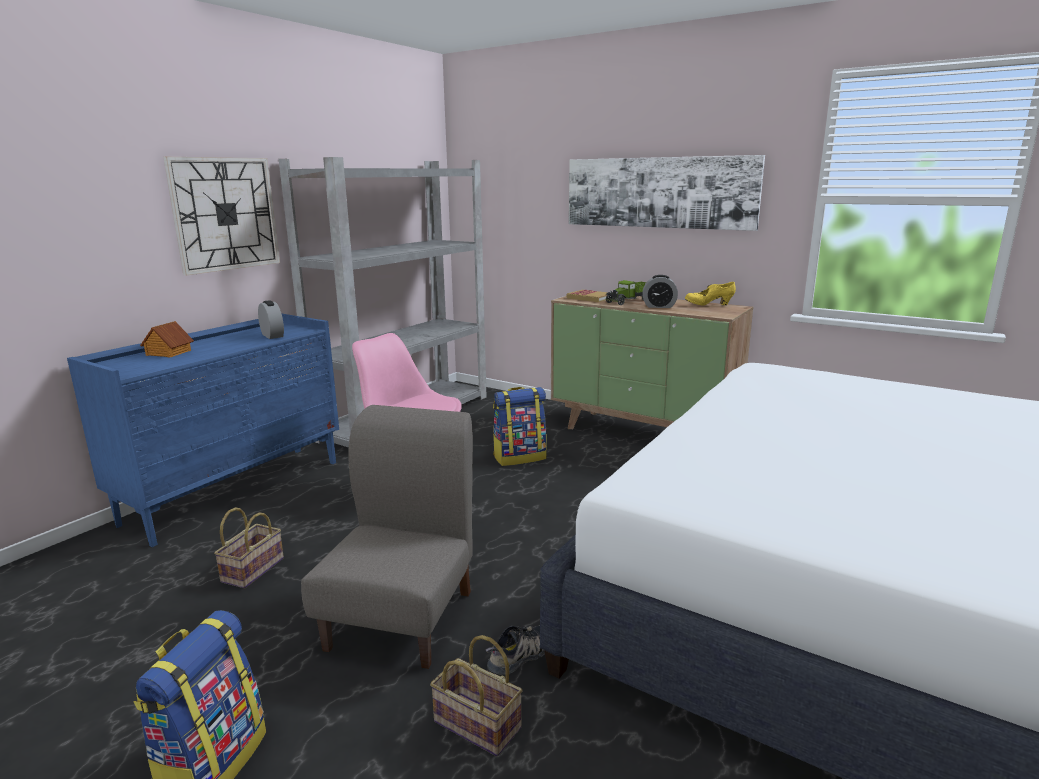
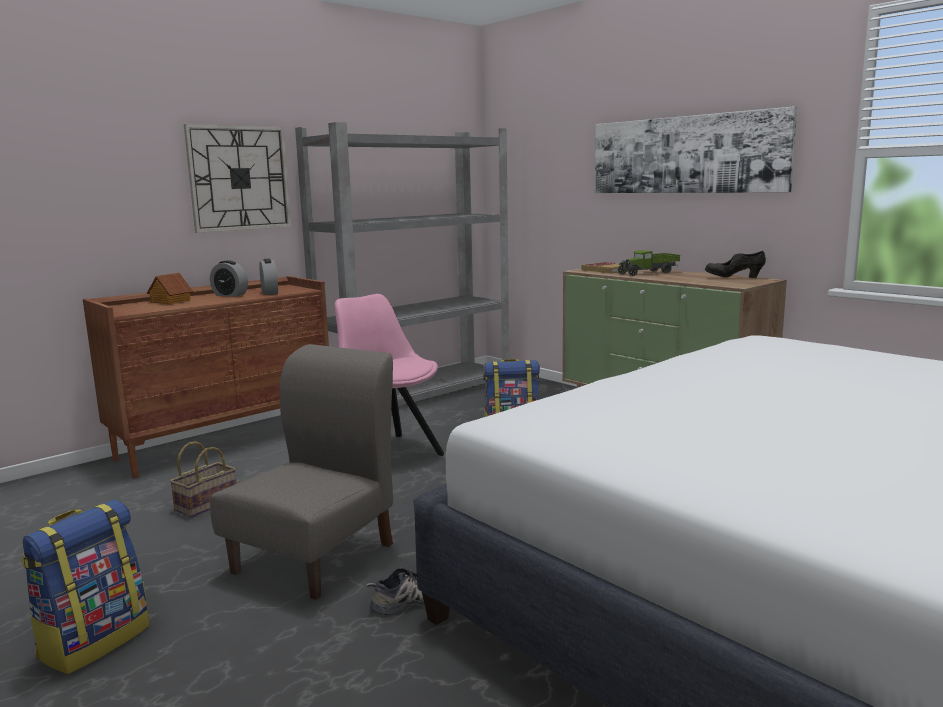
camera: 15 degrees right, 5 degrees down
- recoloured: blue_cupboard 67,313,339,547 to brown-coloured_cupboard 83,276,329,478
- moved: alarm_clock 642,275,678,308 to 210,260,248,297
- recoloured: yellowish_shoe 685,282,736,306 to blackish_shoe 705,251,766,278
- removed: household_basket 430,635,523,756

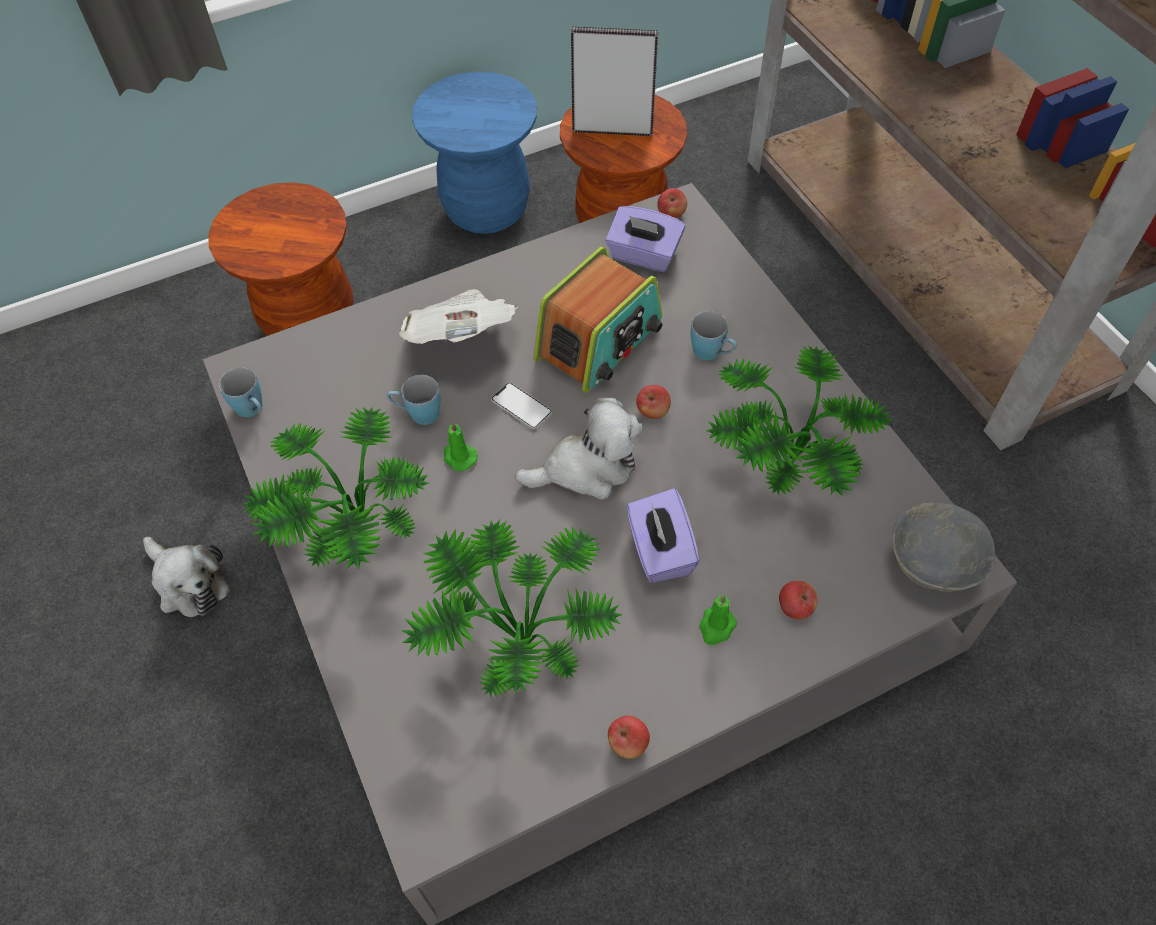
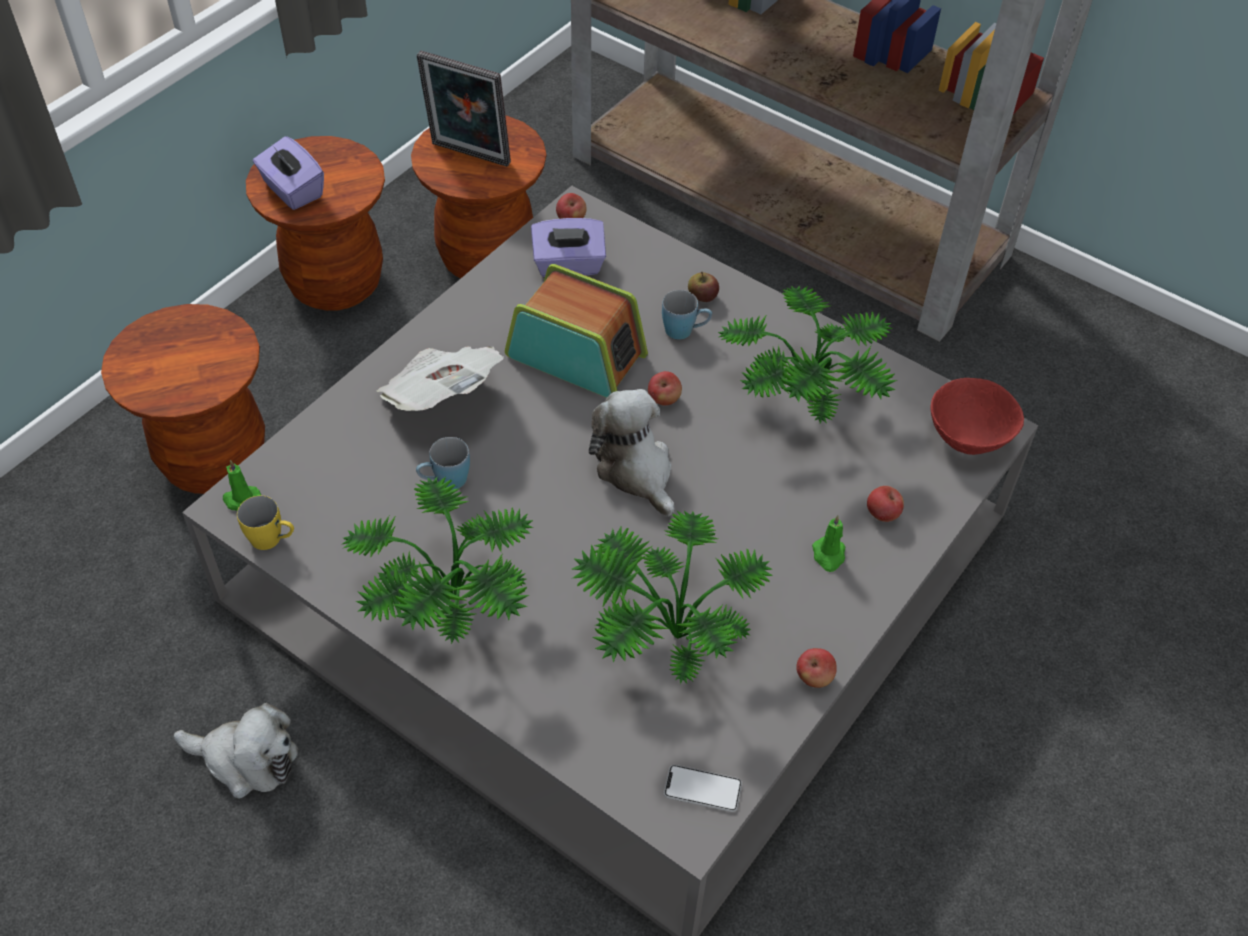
camera: 30 degrees left, 5 degrees down
- moved: green-coloured_wax_candle 444,422,478,471 to 223,460,261,511
- recoloured: blue_mug 219,367,263,417 to yellowish_mug 237,496,294,550
- recoloured: blue_stool_seat 412,71,537,234 to brown-coloured_stool_seat 246,136,385,311
- moved: purple_tissue_holder 627,488,700,583 to 253,136,324,210
- turned: photo_frame 571,26,658,136 = 417,50,511,167 135 degrees counterclockwise
- turned: radio_receiver 534,247,663,393 = 505,264,648,397 75 degrees counterclockwise
- turned: cuddly_toy 515,398,643,499 = 589,389,674,517 75 degrees counterclockwise
- moved: phone 491,382,552,429 to 664,765,742,812
- added: whole_apple 688,272,719,302
- recoloured: greyish_deep_dish 893,501,996,592 to red-coloured_deep_dish 931,378,1024,455

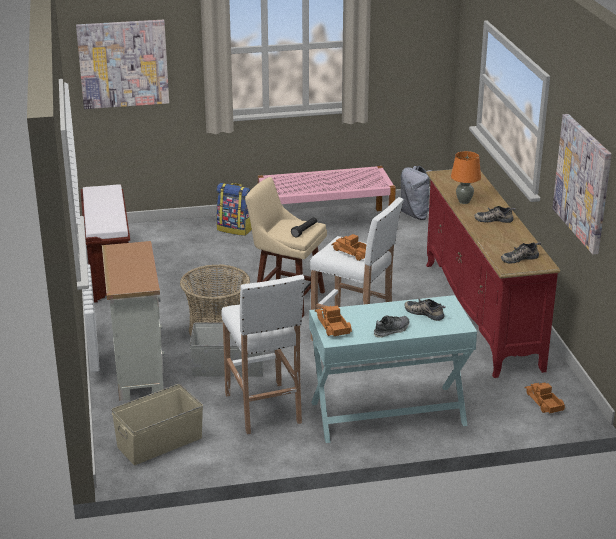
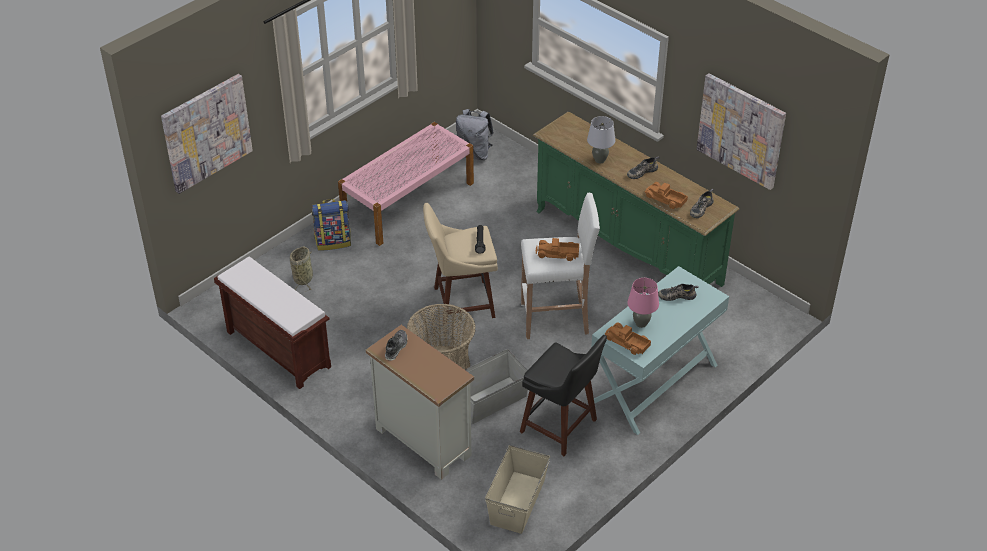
camera: 35 degrees left, 15 degrees up
- added: household_basket 290,246,313,292
- moved: shoe 374,315,409,338 to 385,330,407,361
- replaced: white_stool_seat 221,275,305,434 to blackish_plain_chair 520,335,607,456
- recoloured: red-coloured_cupboard 426,169,560,378 to green-coloured_cupboard 533,112,739,287
- recoloured: orange-coloured_lamp_for_a_table 451,151,481,204 to greyish_lamp_for_a_table 587,116,616,163
- added: pink_lamp_for_a_table 628,278,659,328
- moved: model_truck 524,382,565,413 to 645,182,688,209

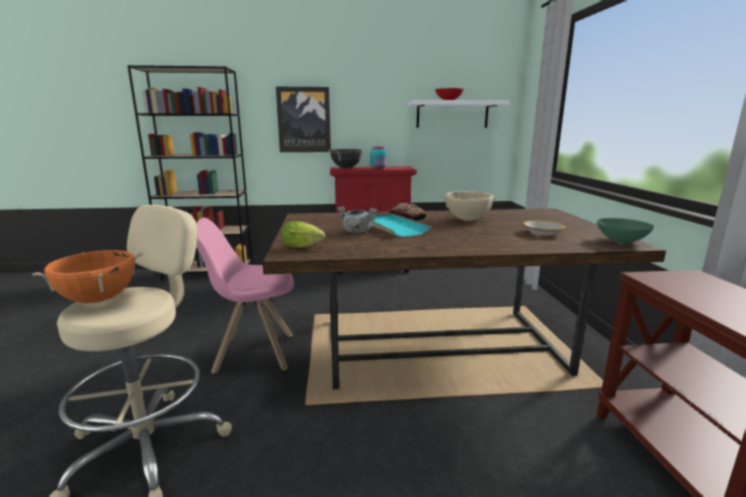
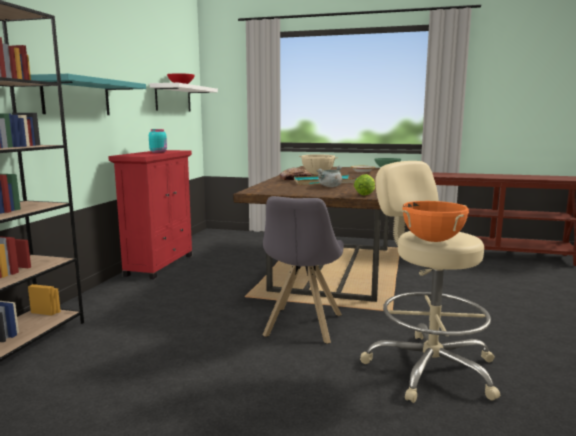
camera: 70 degrees left, 5 degrees down
- replaced: wall_picture 276,87,331,152 to turquoise_wall_shelf 31,74,146,115
- recoloured: pink_plain_chair 196,218,294,374 to greyish_plain_chair 263,196,344,344
- removed: blackish_saucepot 328,149,365,168

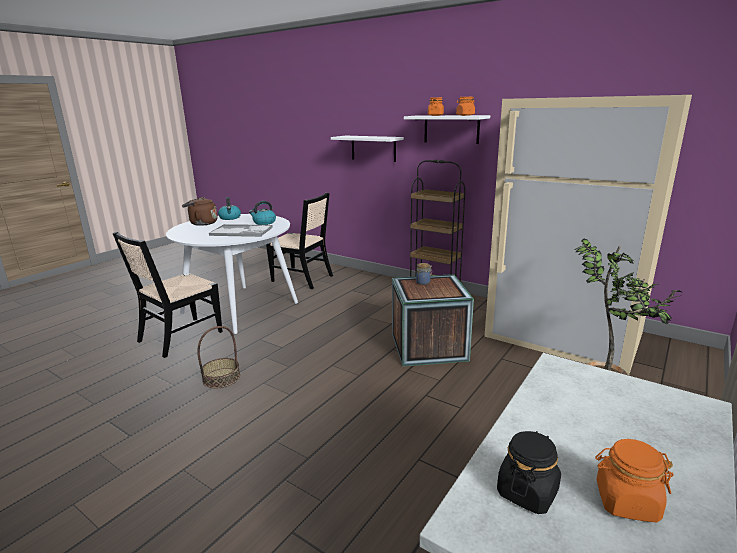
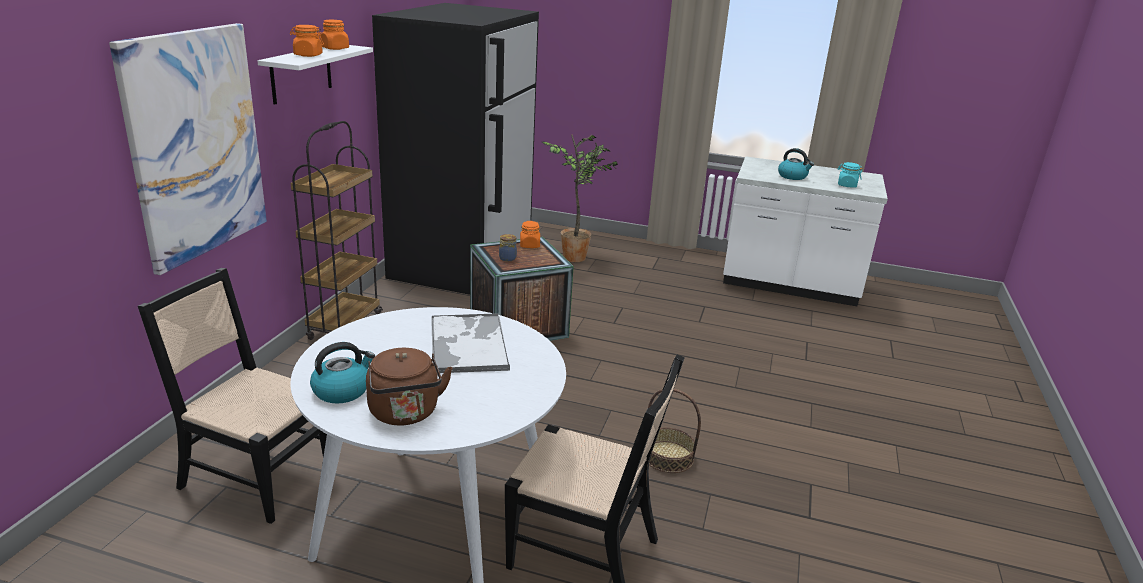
camera: 110 degrees left, 5 degrees up
- replaced: white_wall_shelf 331,136,404,162 to wall_picture 109,23,267,275
- turned: plain_chair 266,193,333,289 = 138,268,327,524 75 degrees counterclockwise
- recoloured: beige_fridge 485,95,692,375 to blackish_fridge 372,3,539,295
- moved: orange-coloured_storage_jar 595,439,674,523 to 520,221,540,248
- moved: water_kettle 249,201,276,225 to 778,148,814,180
- recoloured: blackish_storage_jar 497,431,561,514 to turquoise_storage_jar 838,162,863,188

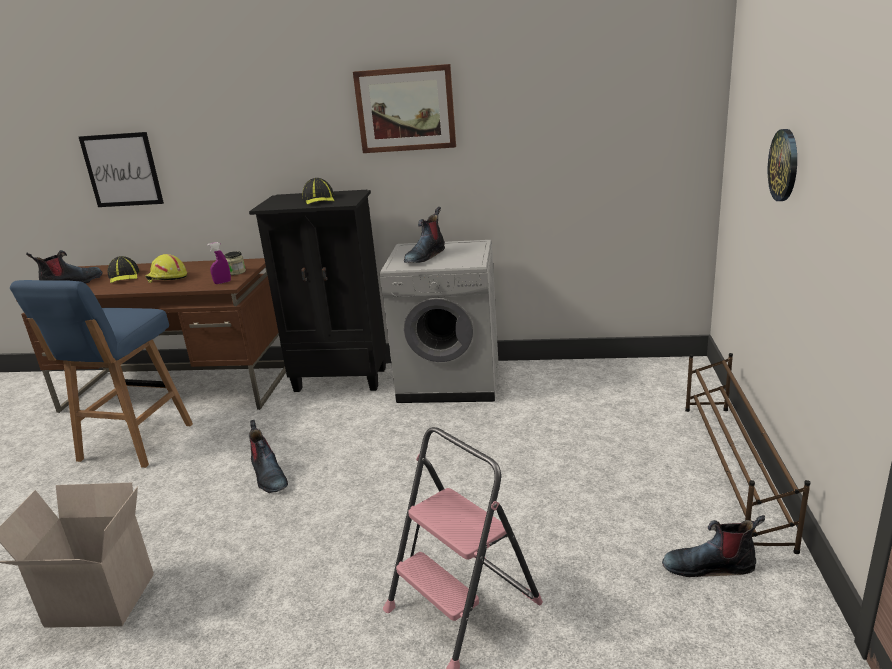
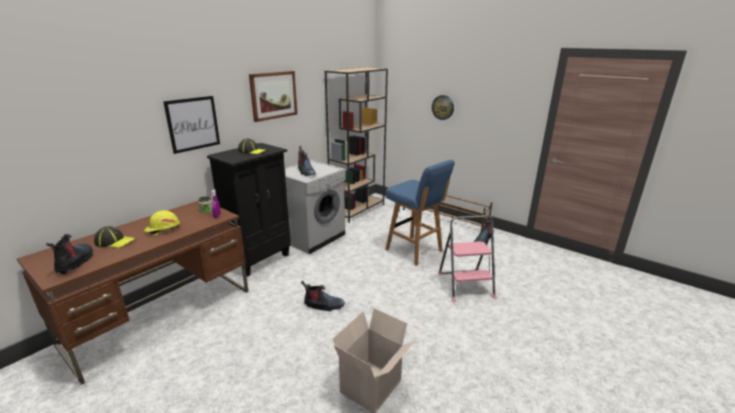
camera: 60 degrees left, 0 degrees up
- moved: wall_picture 79,132,164,207 to 163,96,220,154
- added: bookcase 325,67,388,223
- moved: blue_stool_seat 10,280,193,468 to 385,160,455,266

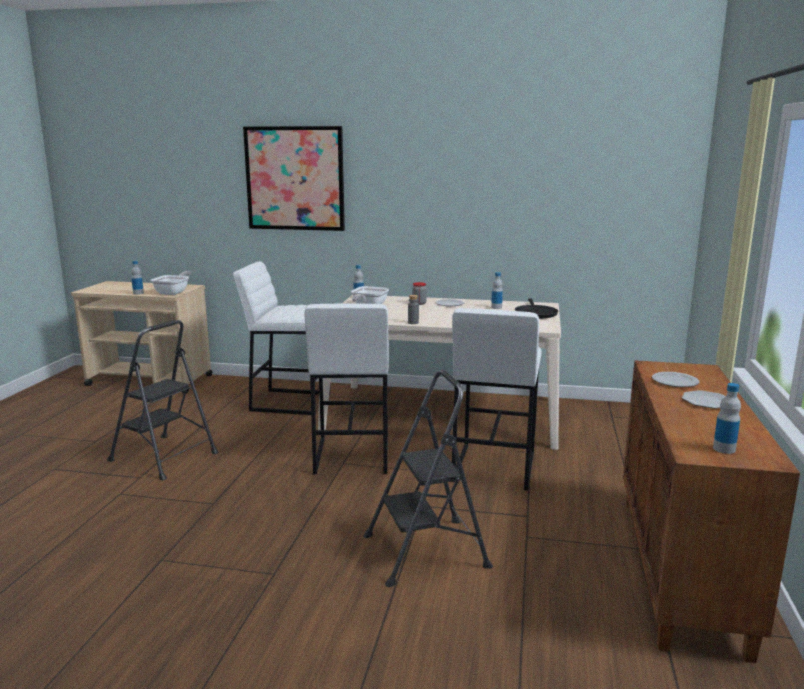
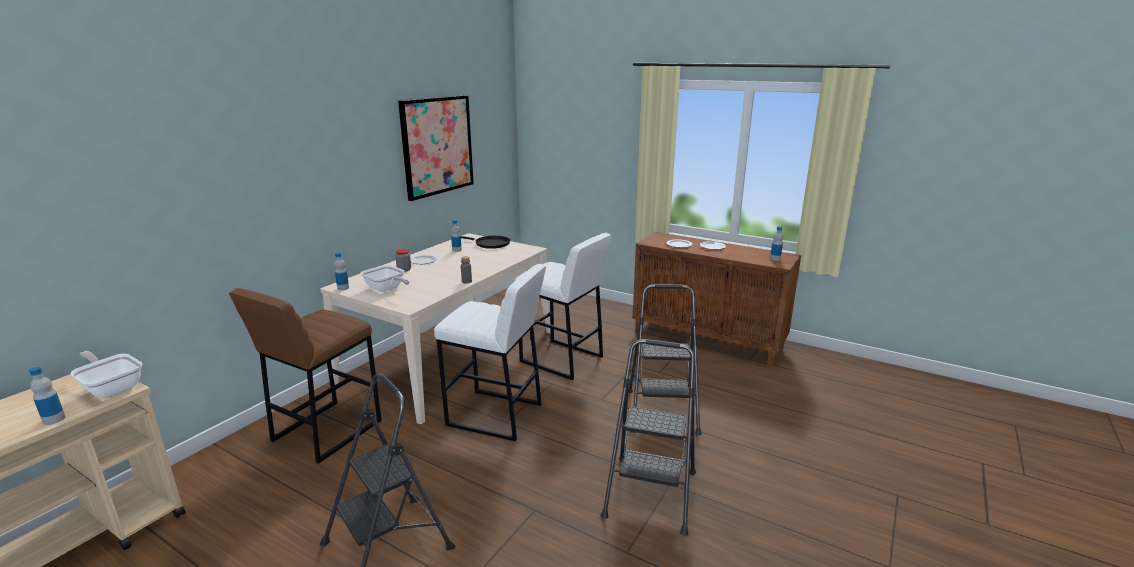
camera: 70 degrees left, 5 degrees up
- recoloured: white_stool_seat 233,261,331,415 to brown-coloured_stool_seat 229,288,382,464
- moved: wall_picture 243,126,345,231 to 398,95,474,201
- added: blackish_step_ladder 601,339,696,536

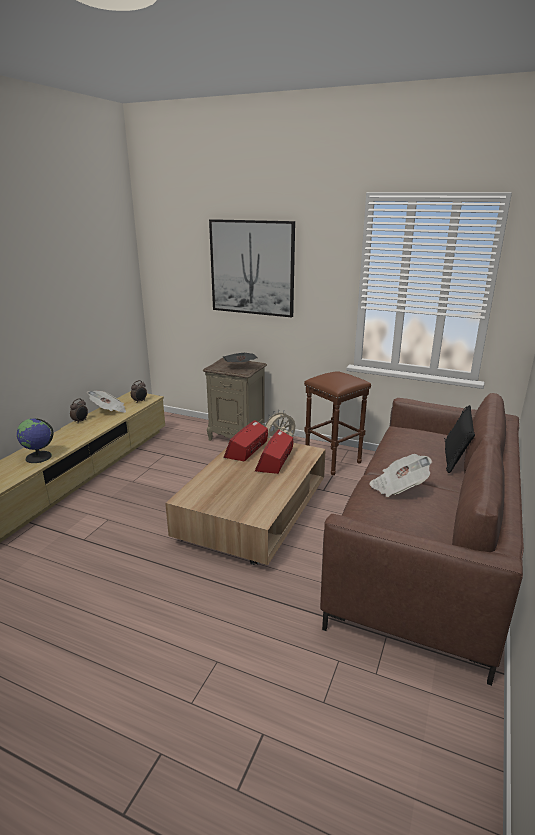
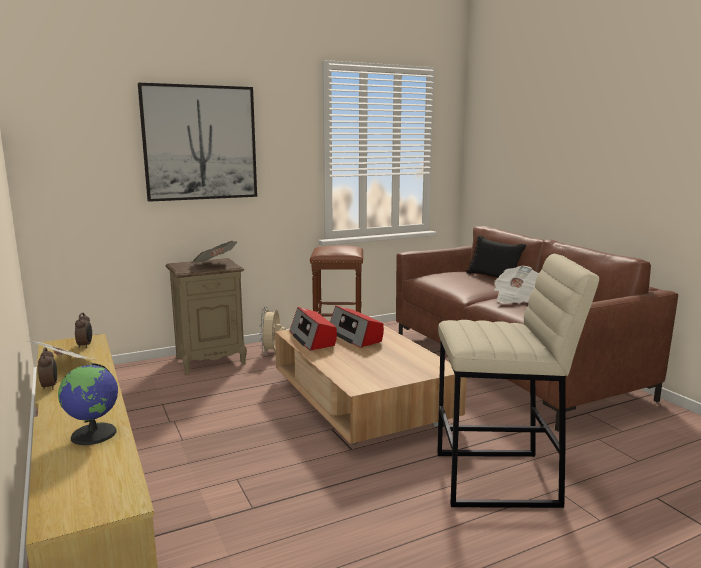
camera: 50 degrees left, 10 degrees down
- added: beige_stool_seat 437,253,599,508

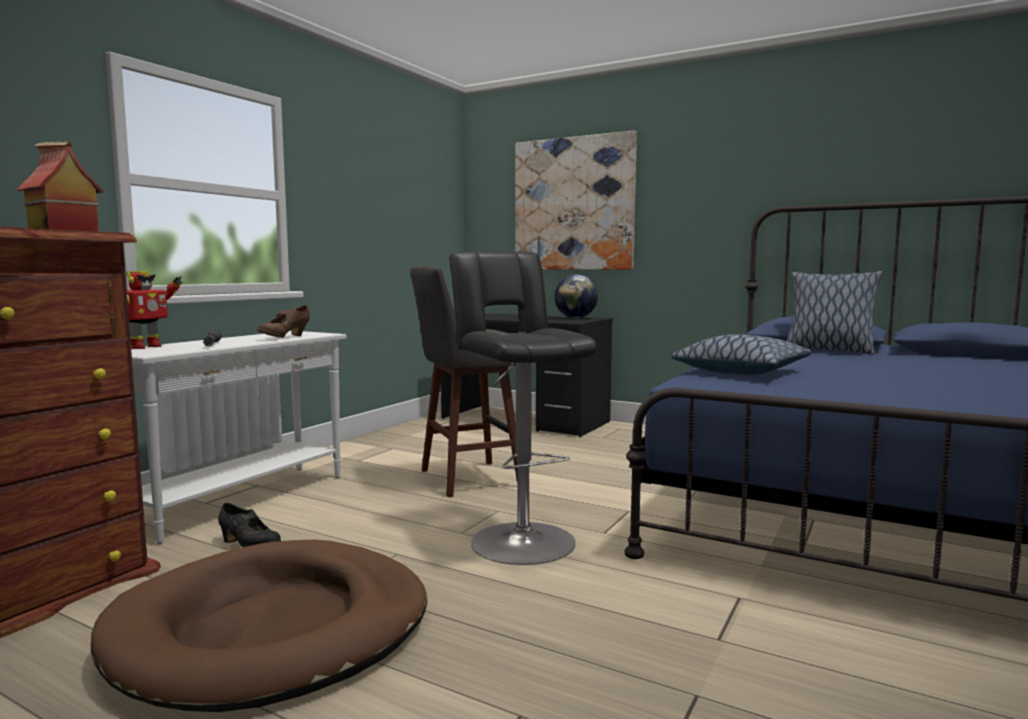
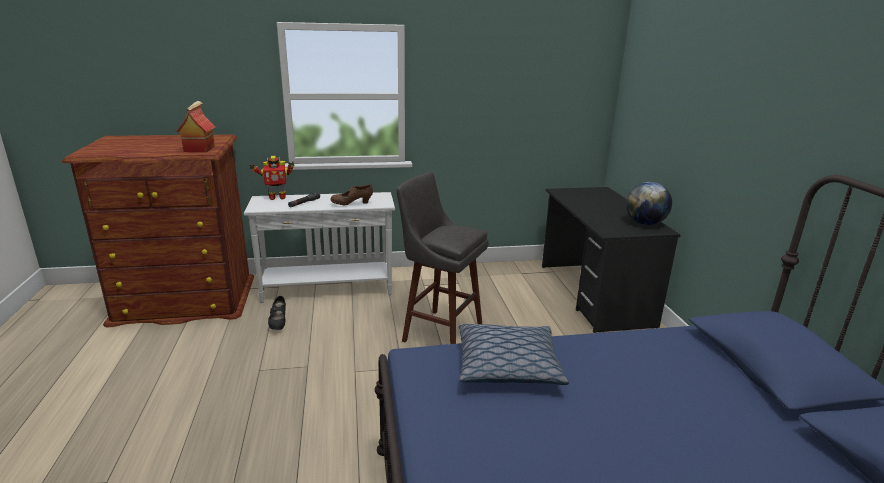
camera: 50 degrees right, 15 degrees up
- removed: brown-coloured_dog_bed 91,539,427,712
- removed: blackish_stool_seat 449,251,597,565
- removed: wall_picture 515,130,637,270
- removed: pillow 787,271,882,355

